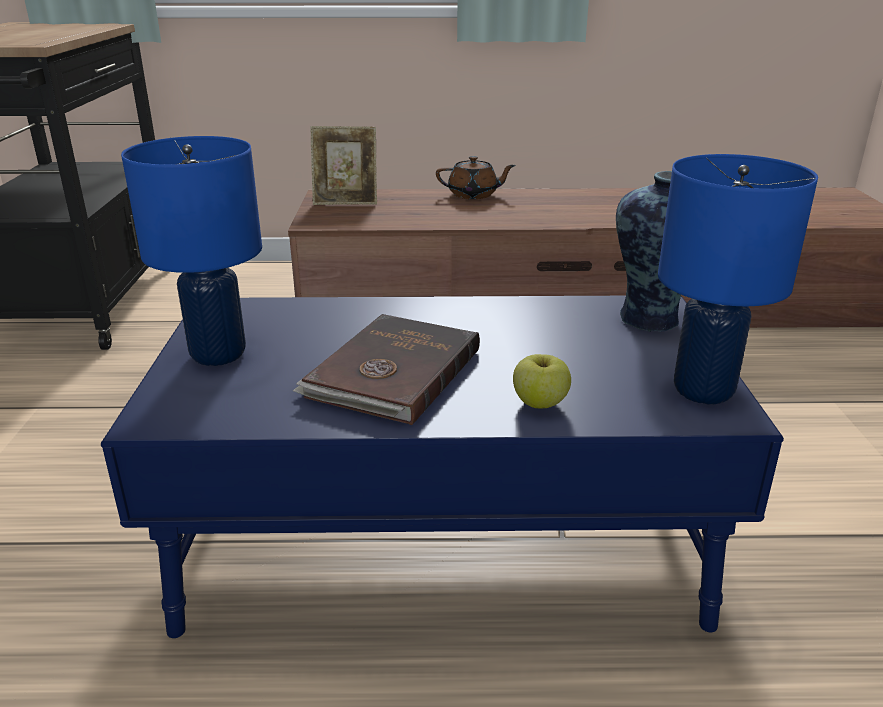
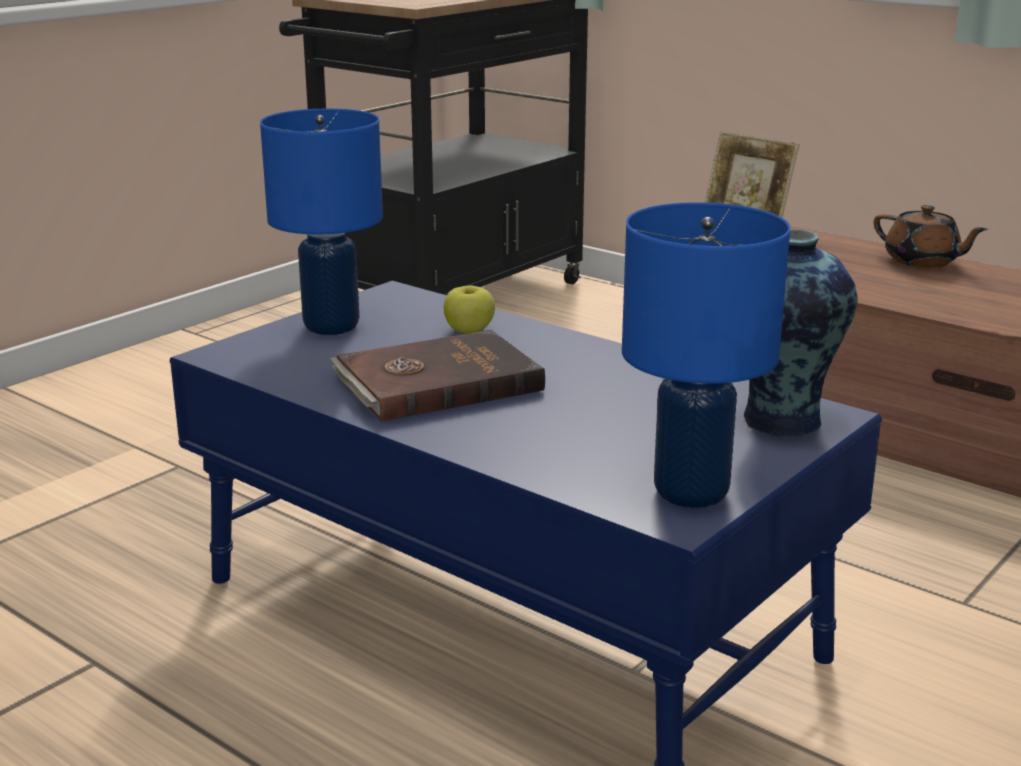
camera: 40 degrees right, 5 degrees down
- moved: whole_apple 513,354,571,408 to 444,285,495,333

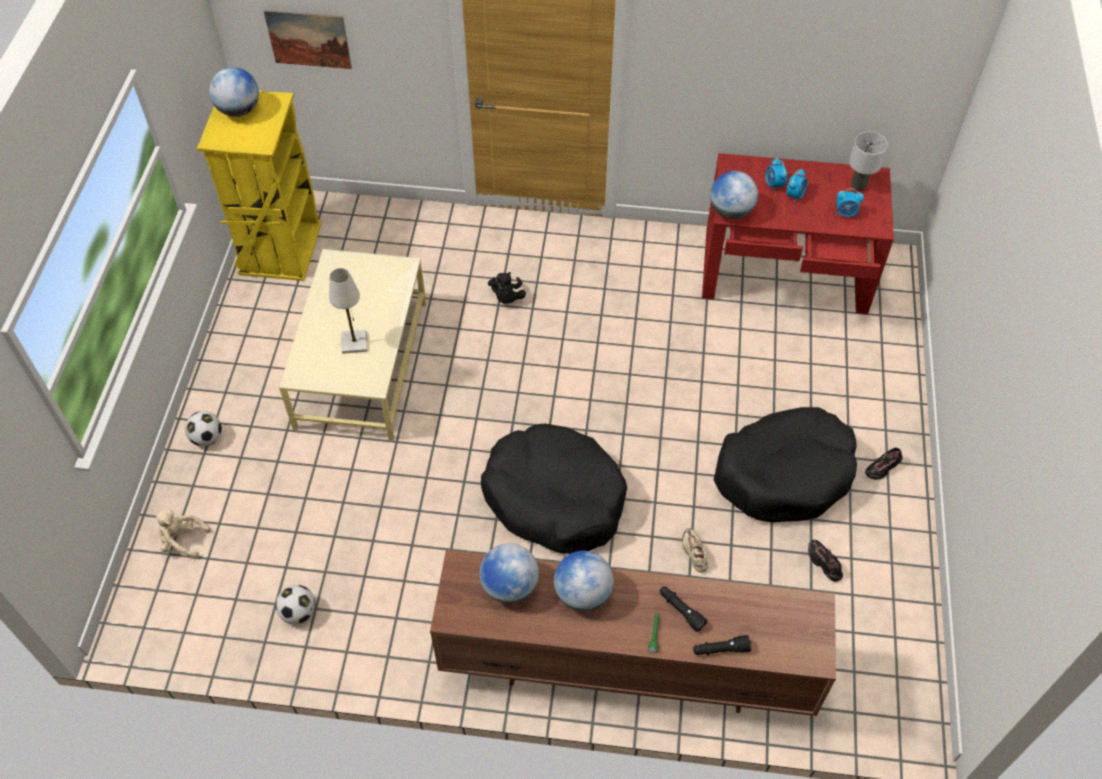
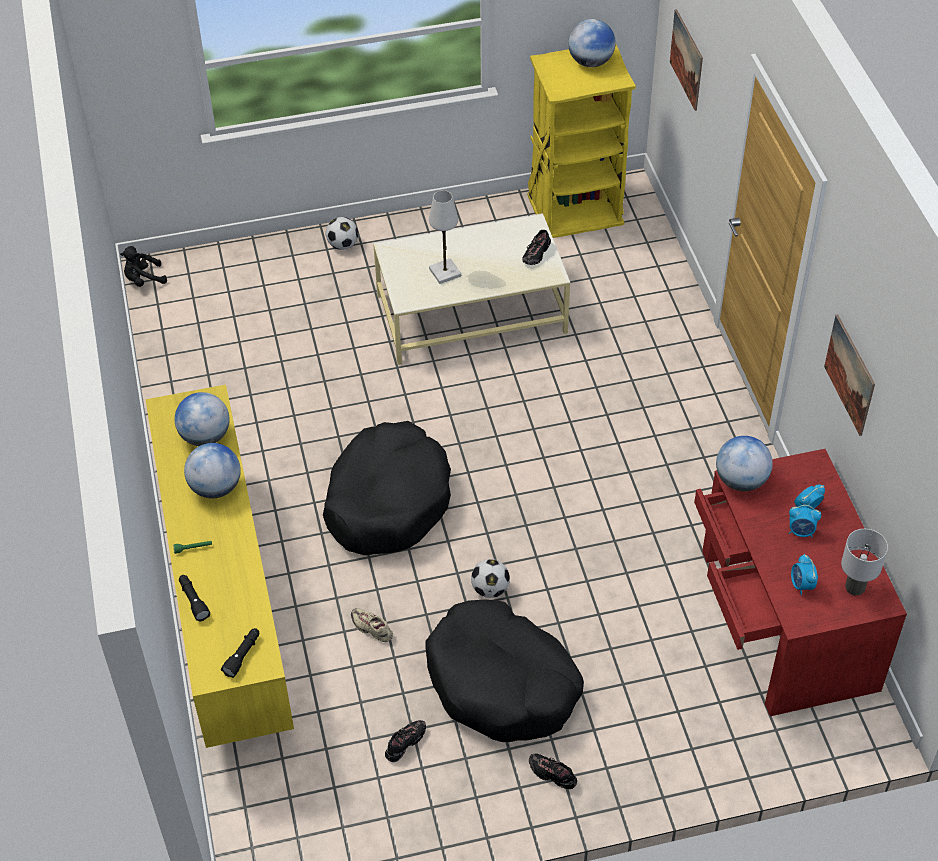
camera: 70 degrees right, 5 degrees down
- moved: blackish_cuddly_toy 488,272,526,304 to 120,246,167,287
- recoloured: brown-coloured_cupboard 430,550,836,716 to yellowish_cupboard 146,385,294,748
- moved: blackish_hand_torch 660,586,707,632 to 221,628,259,678
- turned: beige_shoe 682,528,709,573 = 351,608,393,642 105 degrees counterclockwise
- moved: football_ball 276,585,315,624 to 471,559,510,598
- added: blackish_shoe 522,230,551,265
- added: wall_picture 824,314,875,436
- removed: beige_cuddly_toy 155,509,210,559

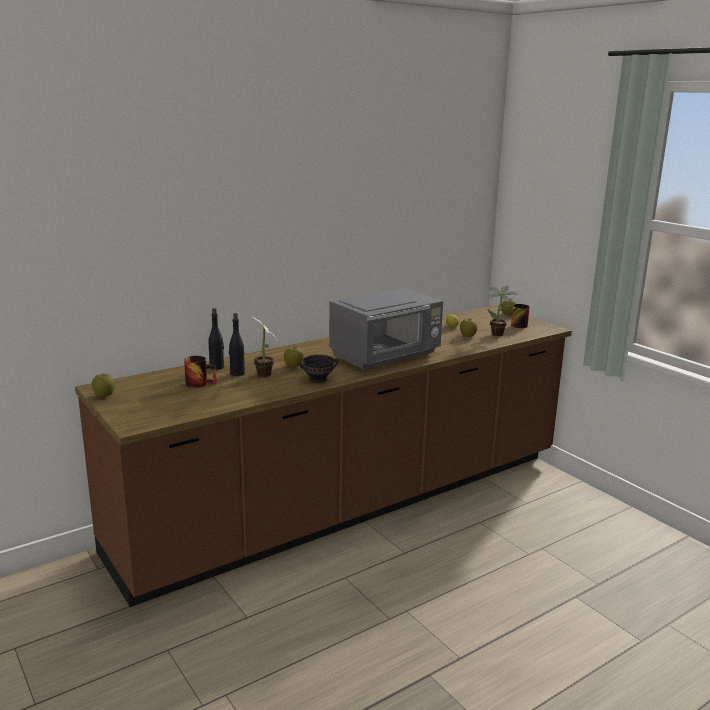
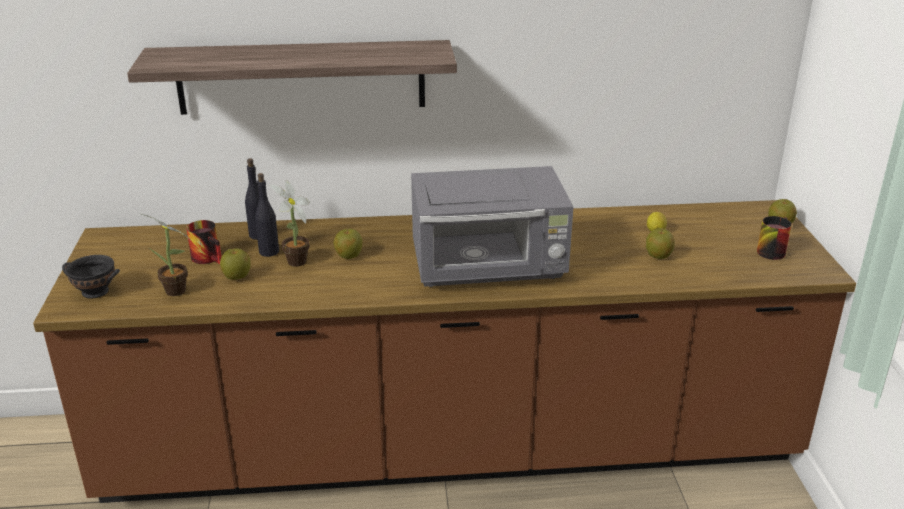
camera: 30 degrees right, 10 degrees up
- moved: blackish_deep_dish 298,355,339,383 to 62,255,120,298
- added: wall_shelf 127,40,457,115
- moved: plant_in_a_pot 487,286,518,336 to 142,214,191,296
- moved: whole_apple 92,374,115,397 to 220,248,251,280

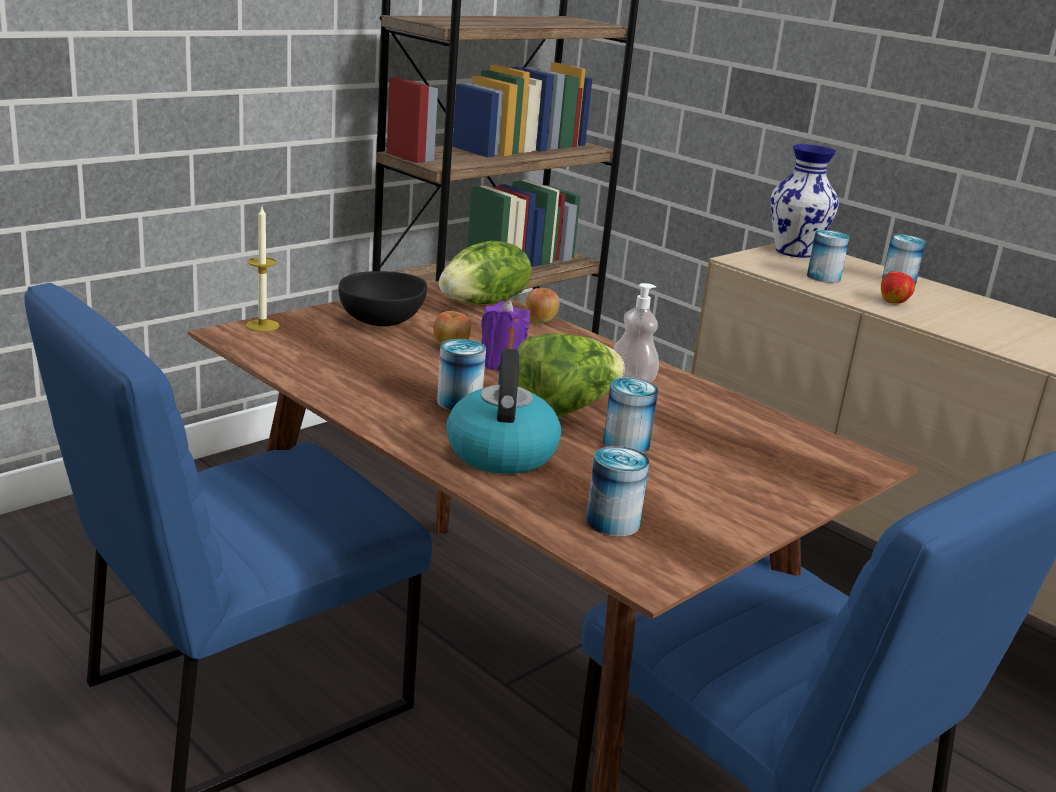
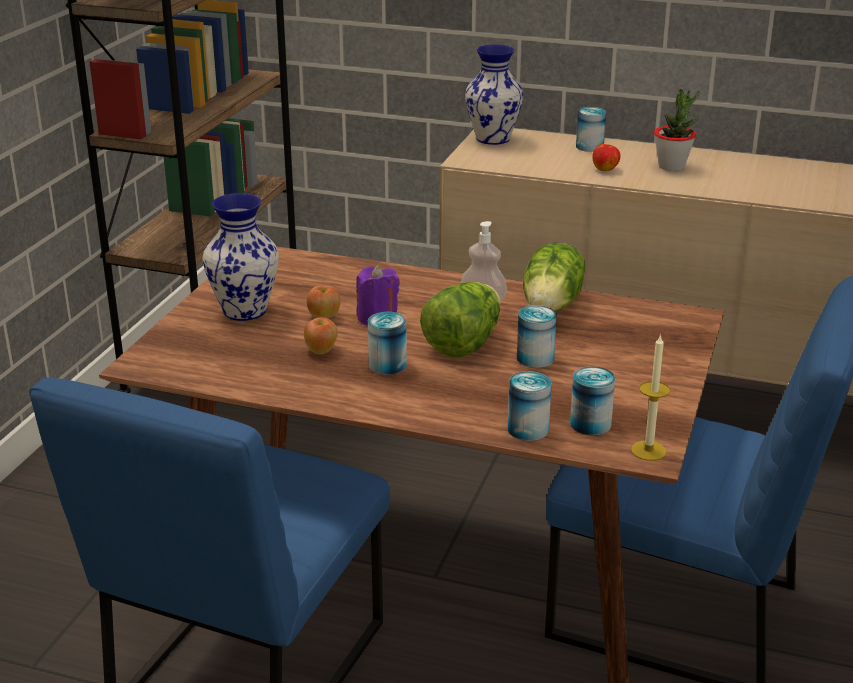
camera: 25 degrees left, 5 degrees up
- replaced: blackish_deep_dish 339,271,427,327 to vase 202,193,279,321
- moved: whole_apple 526,288,560,324 to 304,317,338,354
- moved: can 807,230,850,283 to 507,371,552,441
- moved: lettuce 439,241,532,304 to 523,243,585,312
- moved: wax_candle 246,207,279,332 to 631,334,671,461
- added: plant_in_a_pot 654,89,700,171
- removed: water_kettle 446,349,561,474

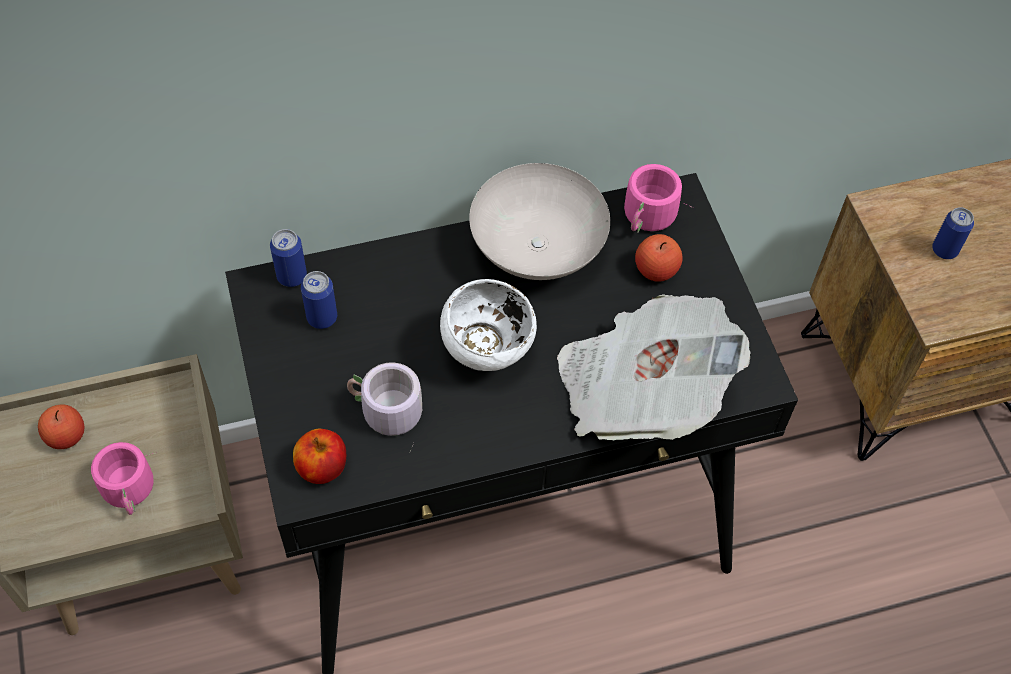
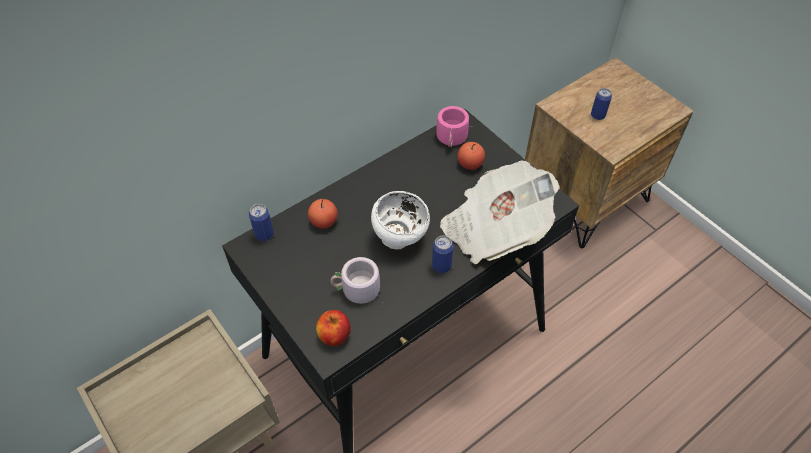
camera: 20 degrees left, 5 degrees down
- moved: whole_apple 38,404,84,449 to 308,199,338,229
- moved: can 301,271,337,329 to 432,235,454,273
- removed: pink_mug 91,442,157,515
- removed: white_deep_dish 469,163,610,280

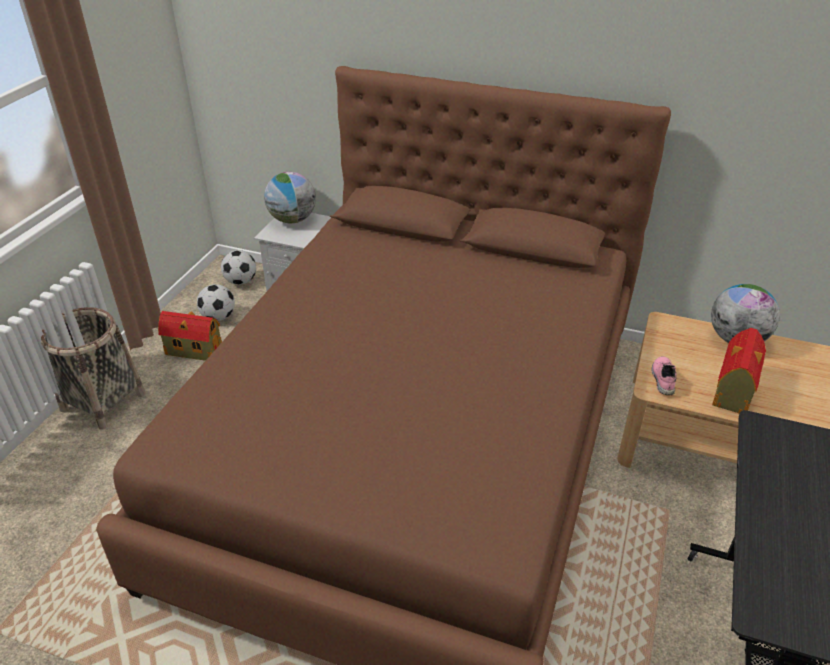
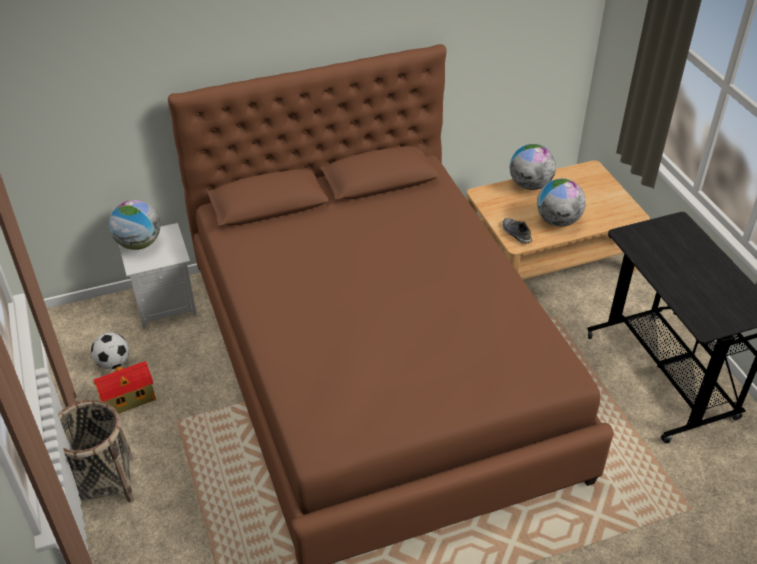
camera: 40 degrees left, 5 degrees up
- recoloured: pink_shoe 651,356,677,395 to greyish_shoe 502,218,532,244
- replaced: miniature_house 712,328,766,414 to world_globe 537,179,586,227
- removed: football_ball 221,250,256,285

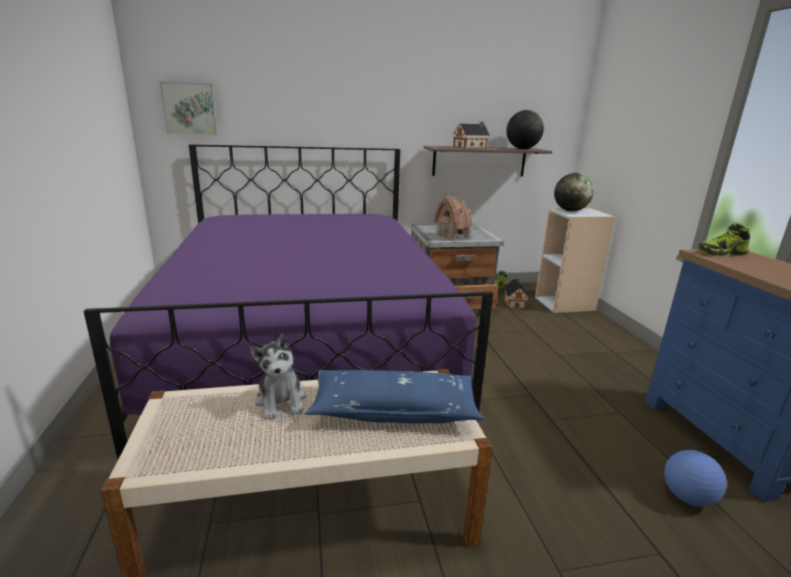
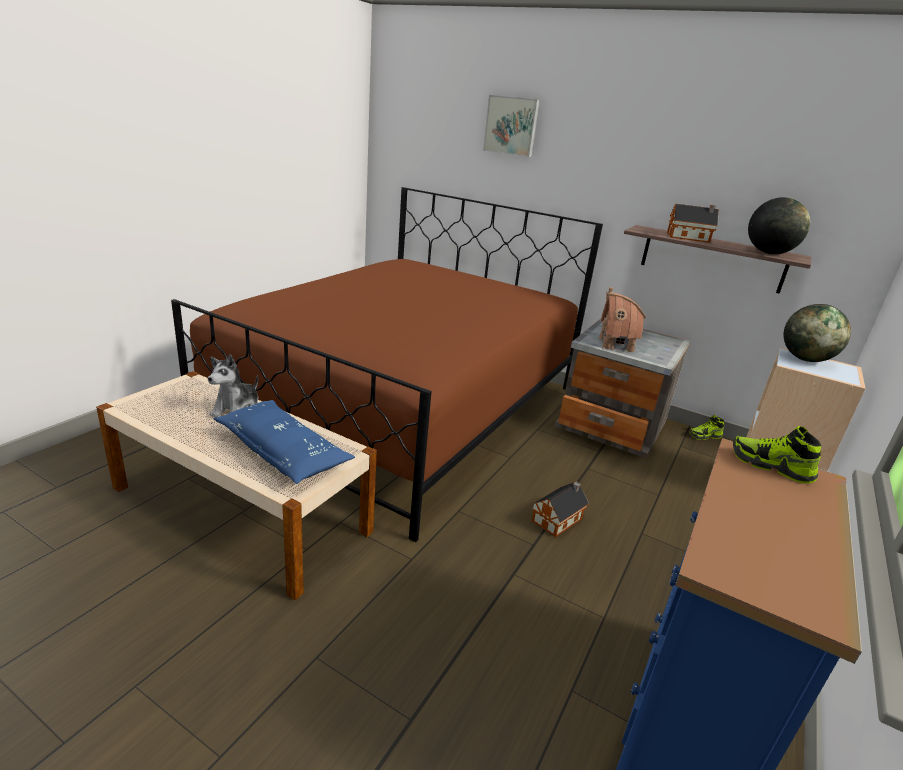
camera: 40 degrees right, 5 degrees up
- recoloured: purple_bed 84,144,493,459 to brown-coloured_bed 171,187,603,542
- moved: wall_picture 159,81,218,135 to 483,95,540,157
- moved: miniature_house 504,278,529,309 to 532,481,589,537
- removed: football_ball 664,450,727,506

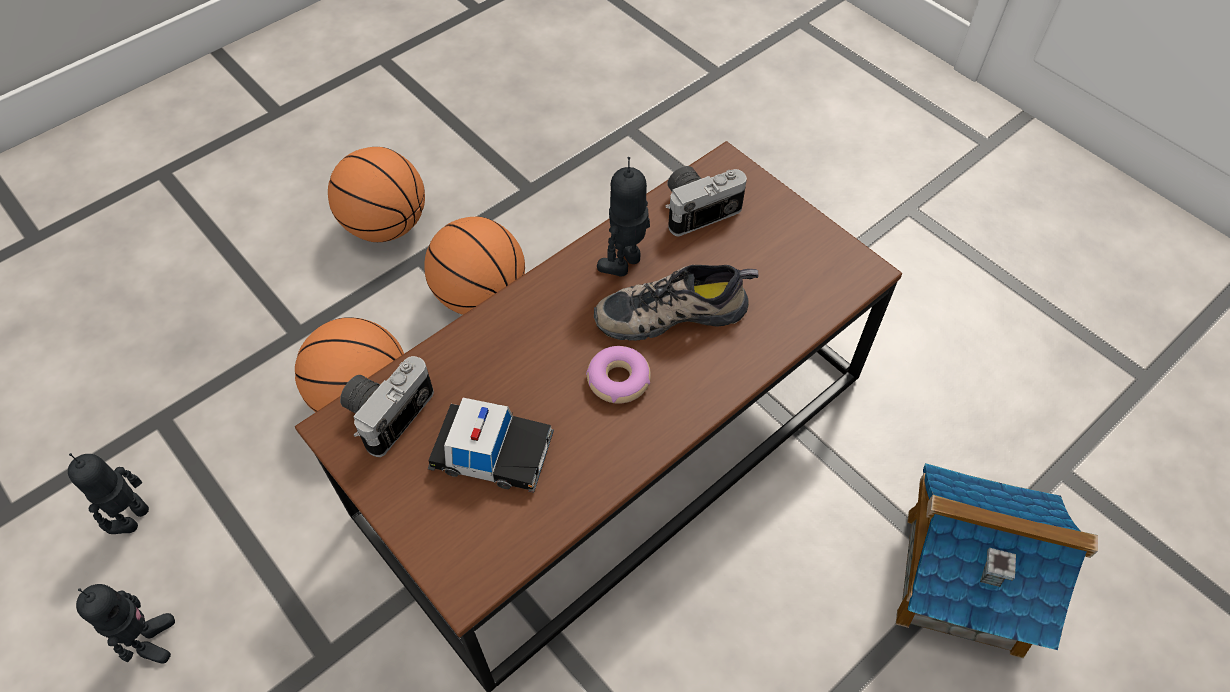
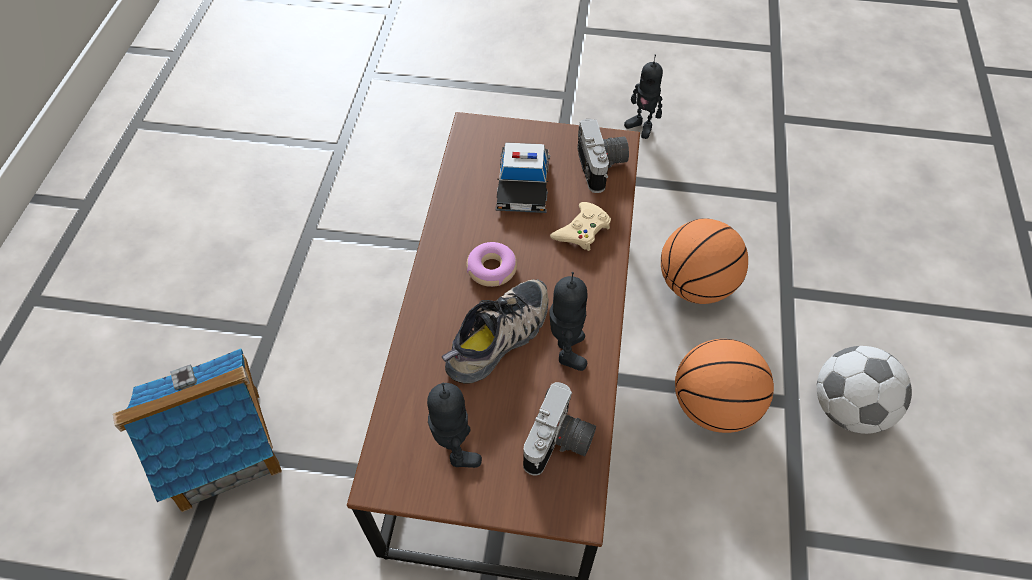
camera: 140 degrees right, 0 degrees up
- moved: model_robot 68,453,149,534 to 427,383,482,468
- turned: toy_car 428,398,554,493 = 495,142,550,213 60 degrees counterclockwise
- added: beige_game_controller 550,202,611,251
- replaced: basketball_ball 328,147,425,242 to football_ball 817,346,912,434

